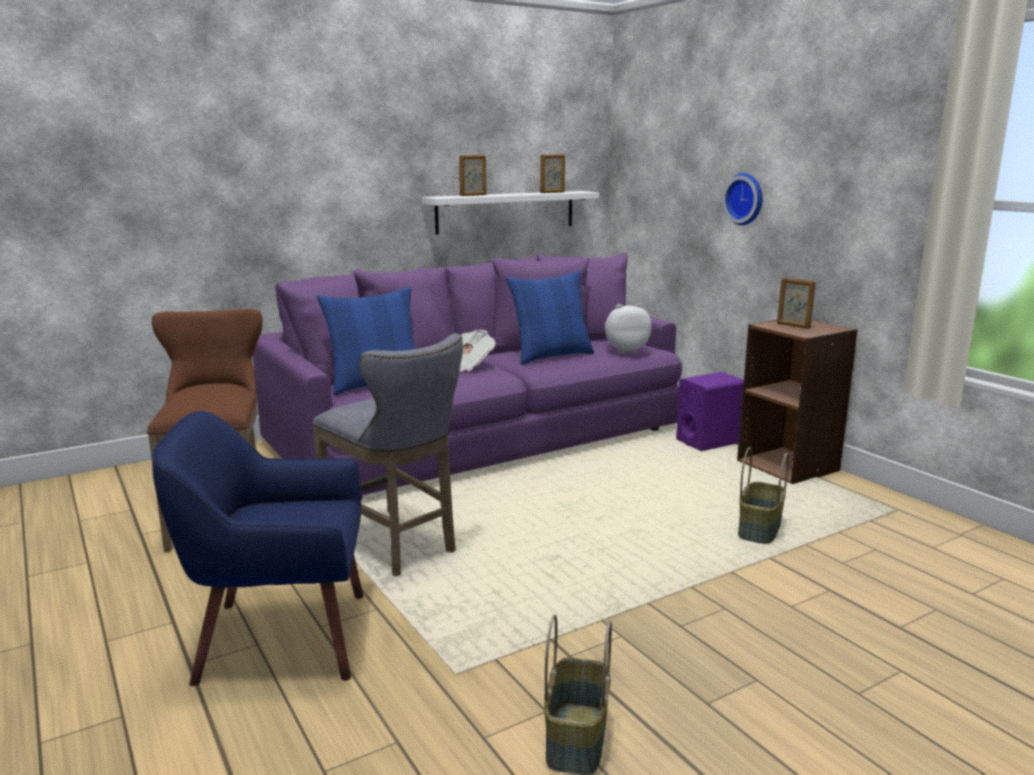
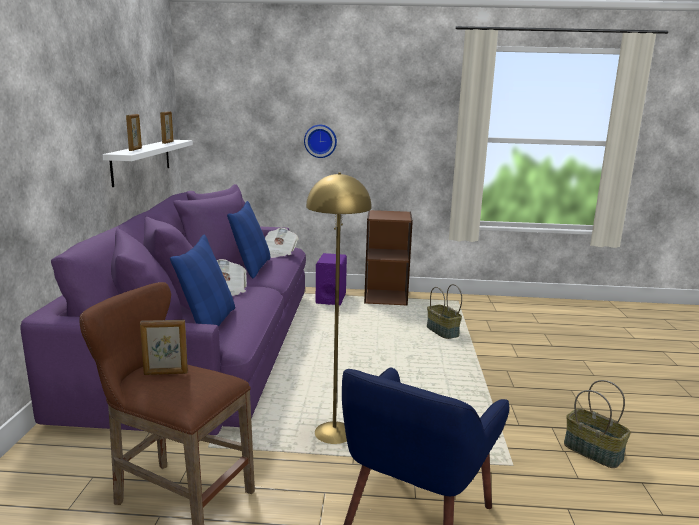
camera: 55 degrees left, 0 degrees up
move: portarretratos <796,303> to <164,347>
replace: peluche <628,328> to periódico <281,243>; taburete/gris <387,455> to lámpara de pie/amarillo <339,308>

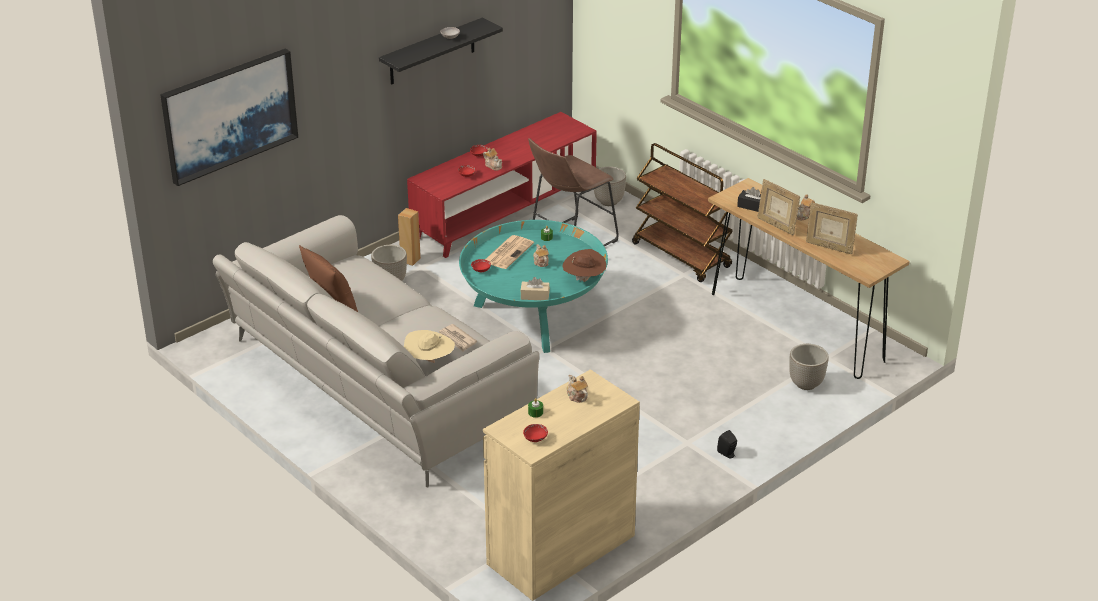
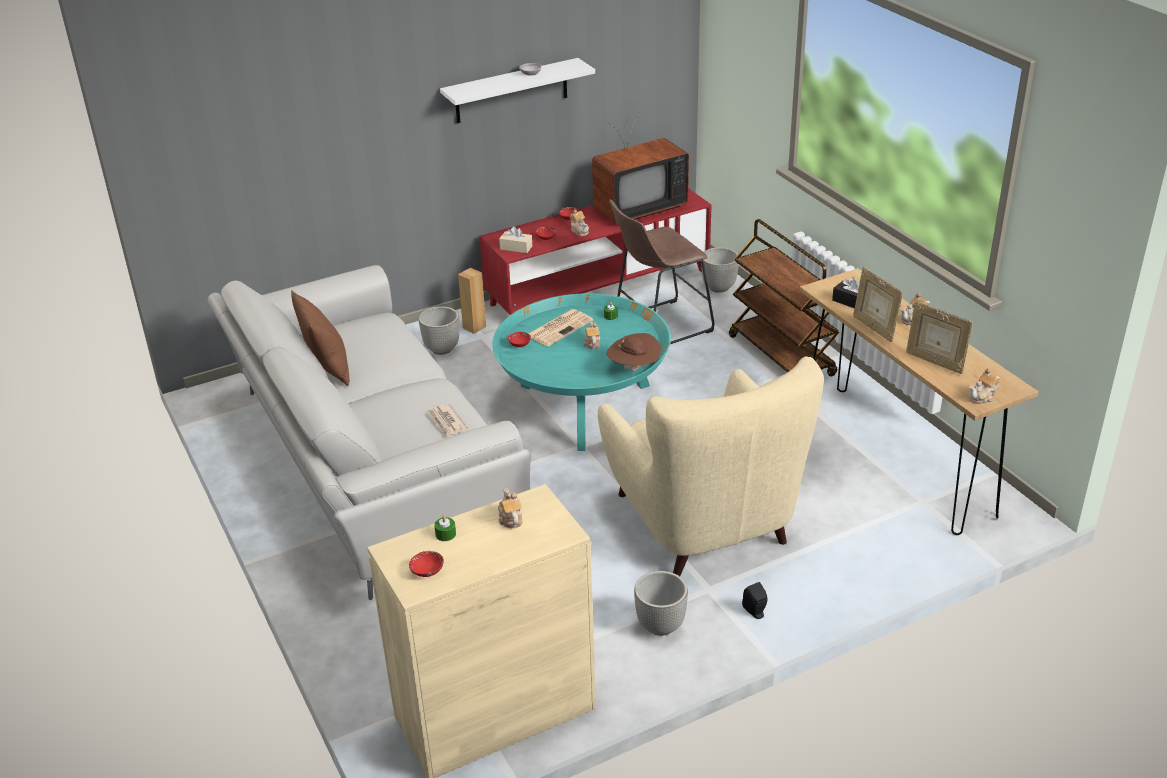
camera: 15 degrees right, 0 degrees up
delete: cuadro <229,117>; sombrero/beis <429,346>
insert: televisor <640,167>; sillón/beis <711,466>; tetera <984,386>
move: caja de pañuelos/beis <535,288> to <515,239>; maceta <809,367> to <661,603>
recolor: estante/negro <441,51> to estante/blanco <517,90>

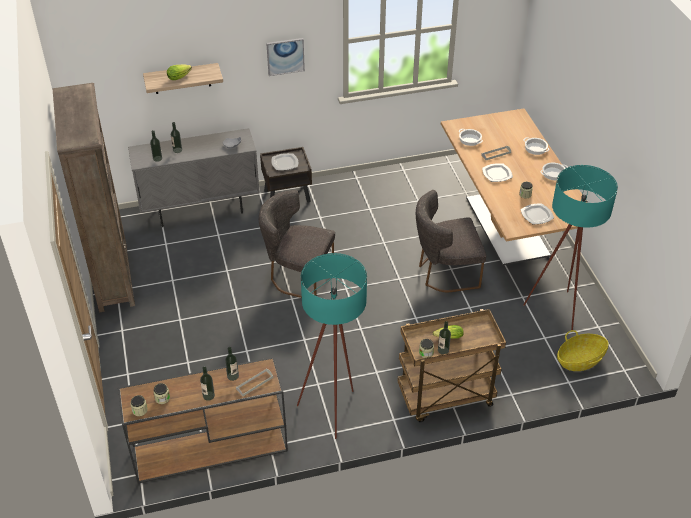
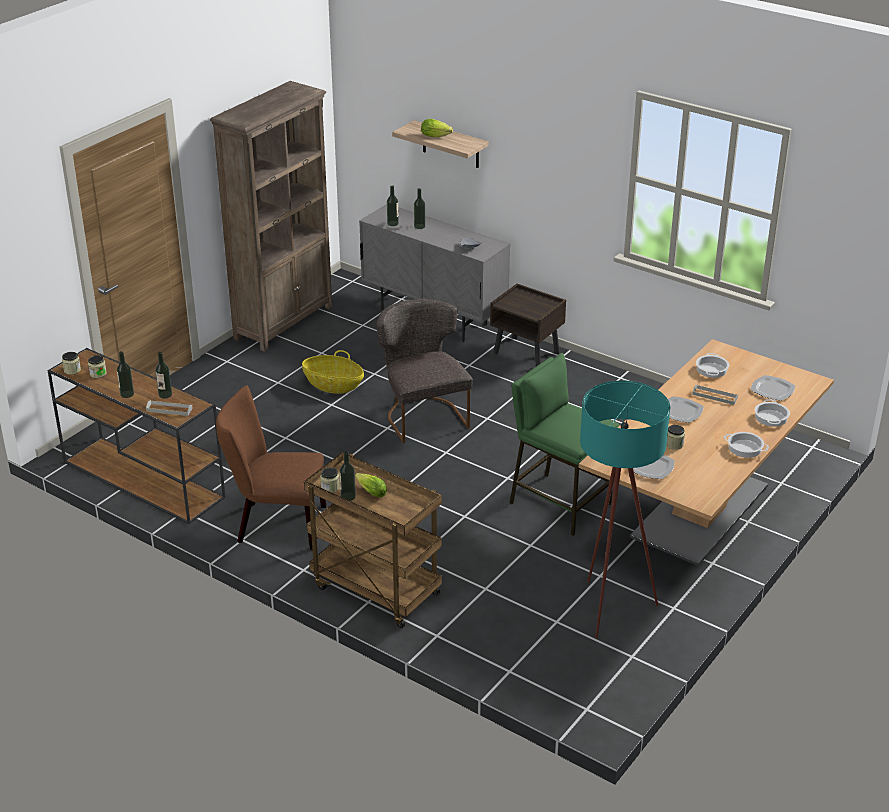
camera: 50 degrees right, 10 degrees down
delete: cuadro <285,57>
move: cesta <582,350> to <333,372>; plato <284,161> to <773,388>
replace: lámpara de pie/turquesa <332,346> to silla/marrón <271,467>; silla/gris <451,241> to taburete/verde <565,444>

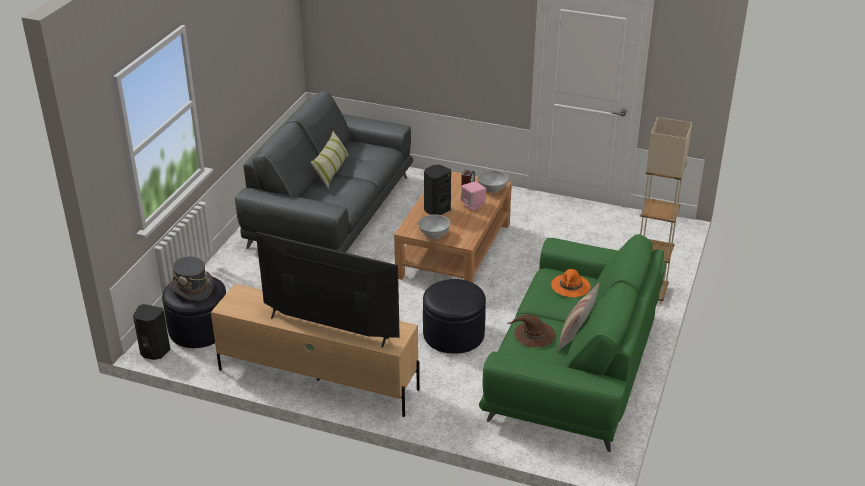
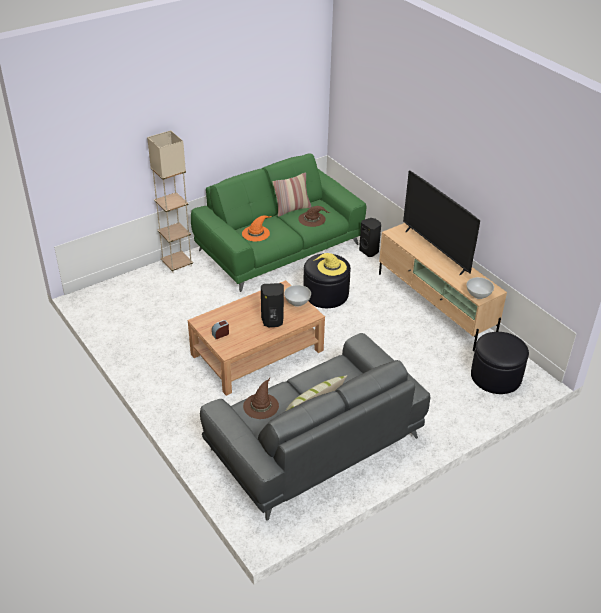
camera: 145 degrees left, 5 degrees up
delete: sombrero/gris <192,279>; altavoz/rosa <473,196>
insert: sombrero/marrón <261,398>; sombrero/amarillo <330,264>
move: altavoz/negro <151,332> to <370,237>; cuenco/blanco <493,181> to <480,288>

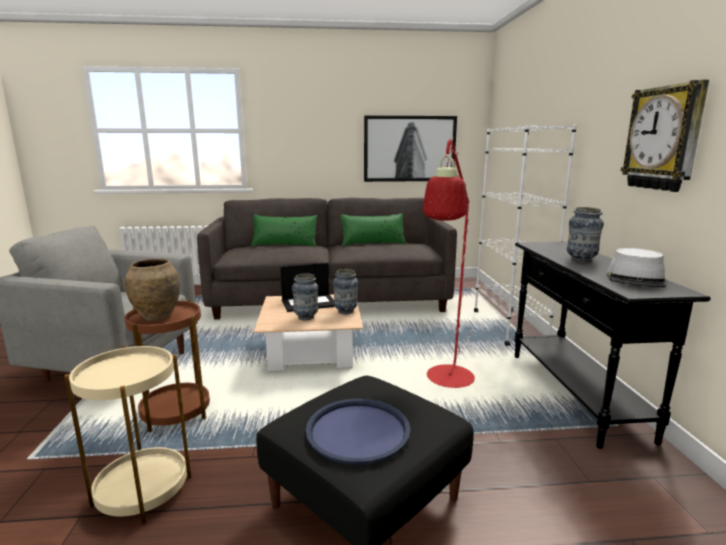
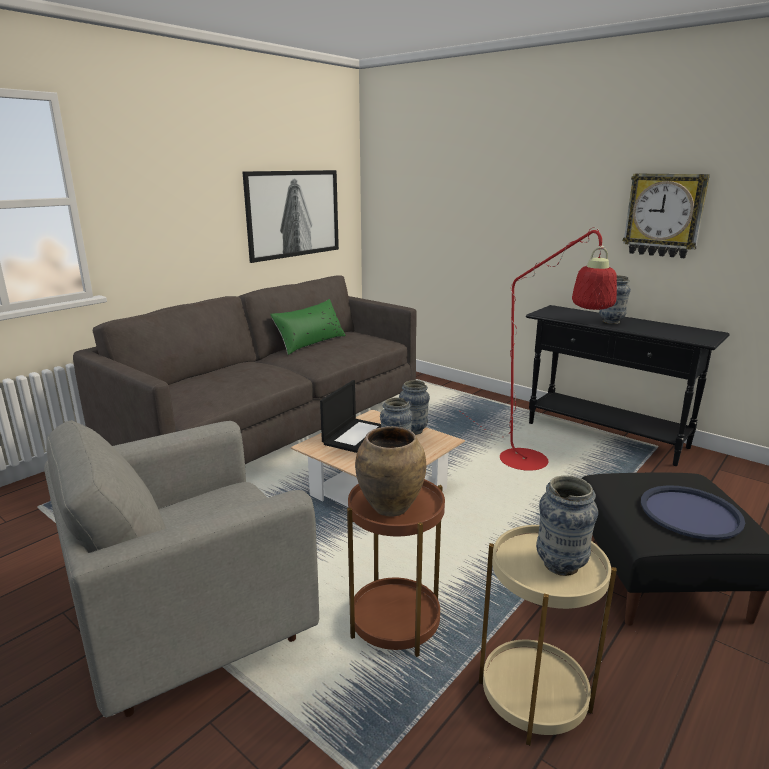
camera: 45 degrees left, 5 degrees up
delete: cojín/verde <284,231>; estantería/blanco <525,235>; sombrero/gris <636,267>
insert: florero <567,525>

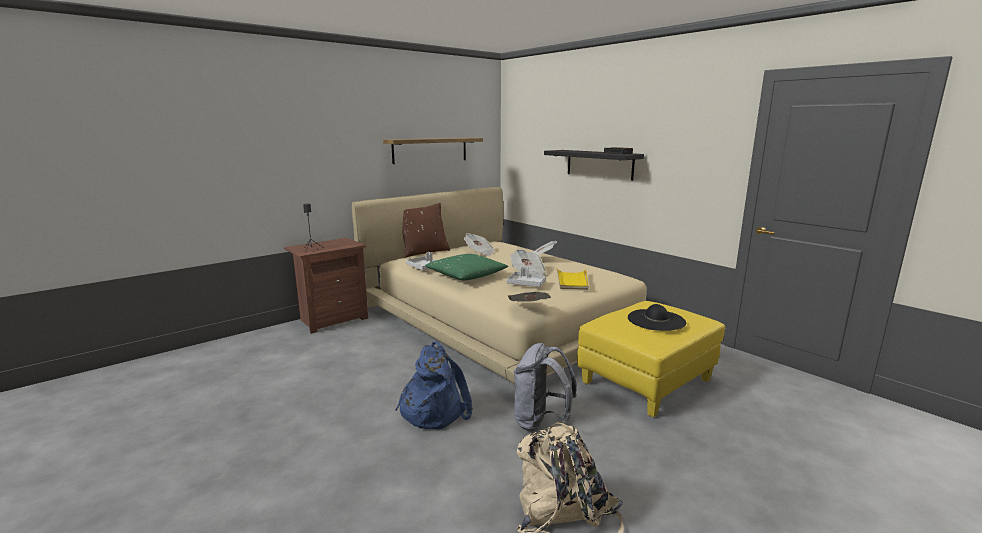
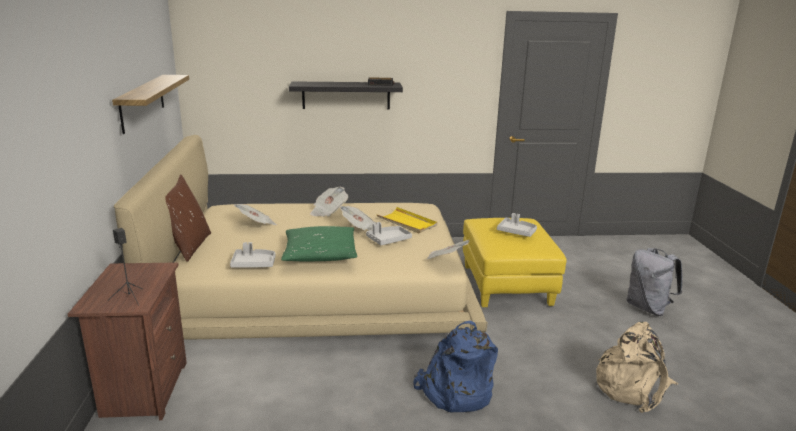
camera: 55 degrees left, 5 degrees up
move: mochila/gris <545,387> to <655,282>
replace: sombrero/negro <657,317> to bandeja/gris <517,225>

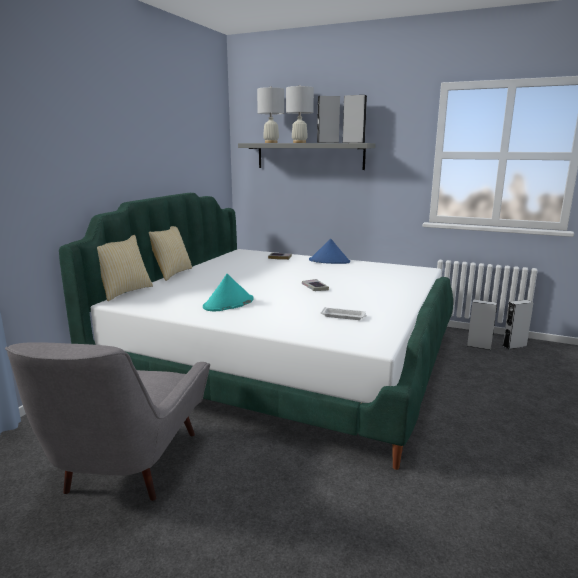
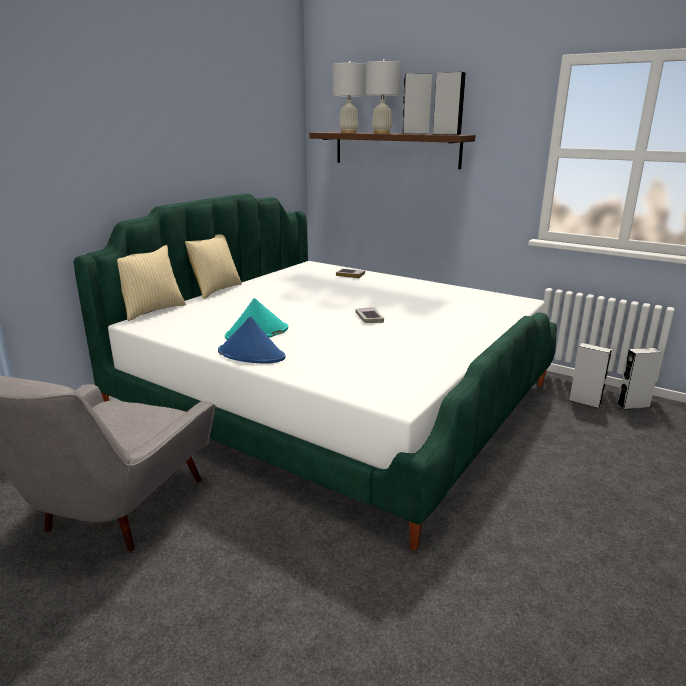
camera: 10 degrees right, 5 degrees up
delete: bandeja/blanco <344,313>
move: sombrero/azul <329,251> to <251,340>
recolor: estante/gris <307,156> to estante/marrón <392,150>

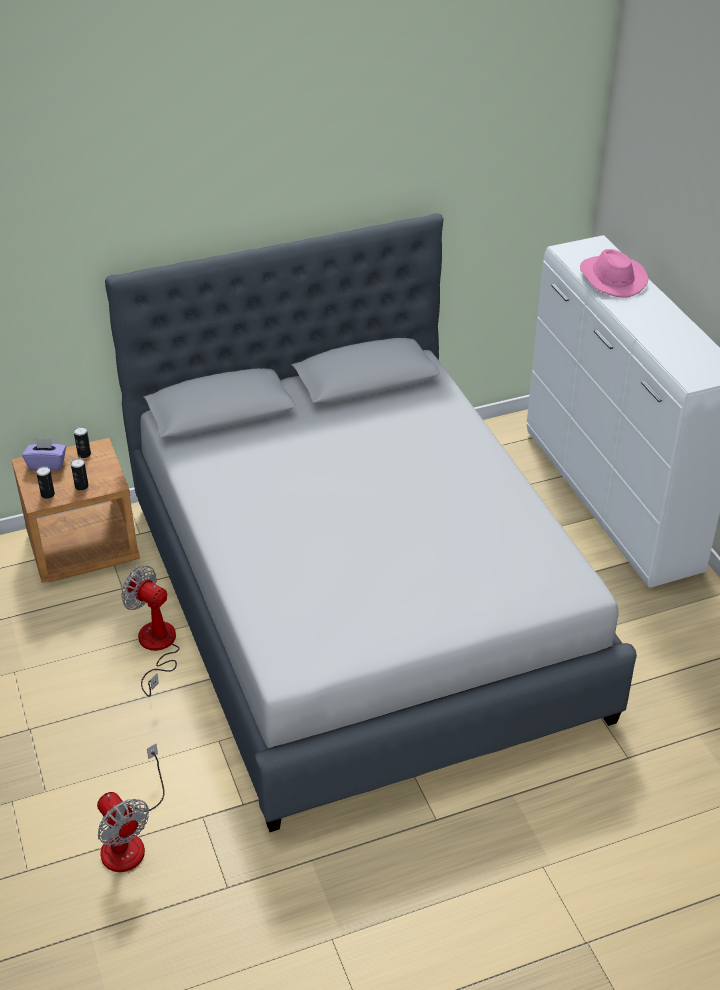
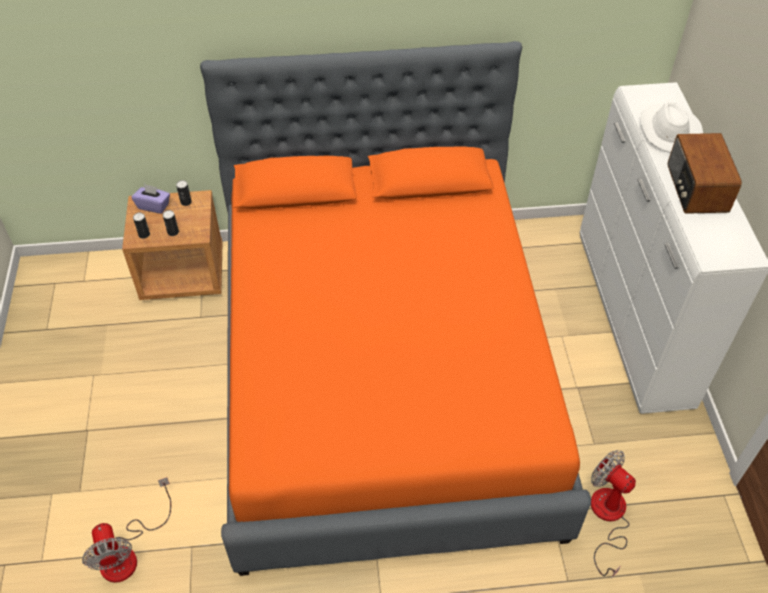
camera: 15 degrees right, 10 degrees up
insert: radio <705,173>
move: ventilador <150,631> to <613,514>
recolor: cama/gris <371,522> to cama/naranja <395,308>; sombrero/rosa <614,273> to sombrero/blanco <671,127>

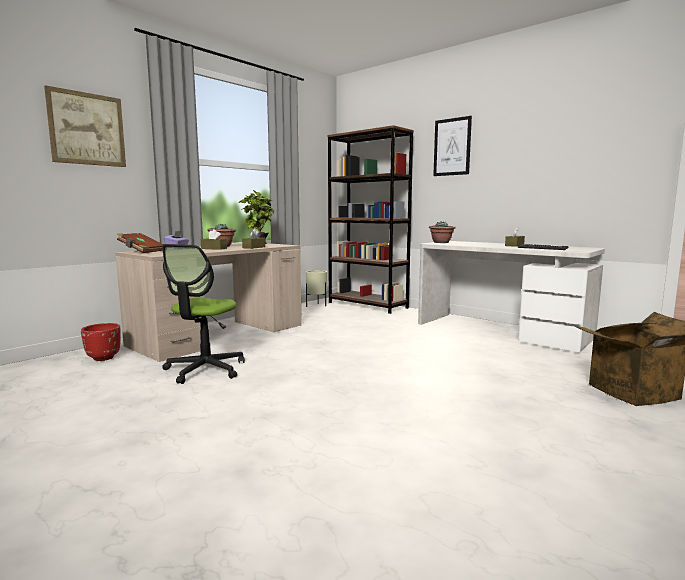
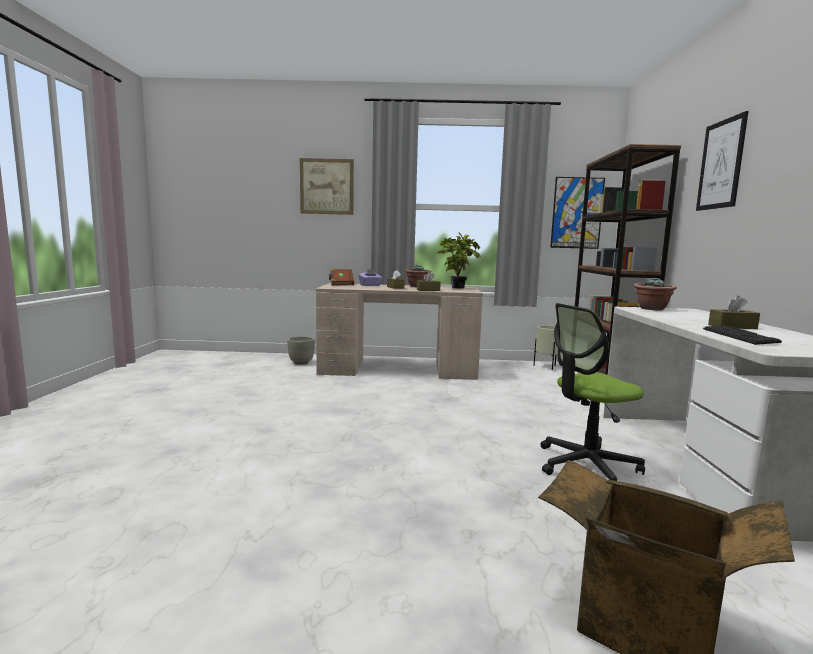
camera: 50 degrees right, 0 degrees up
insert: cuadro <577,213>
move: silla de oficina <203,314> to <592,392>
recolor: maceta/rojo <101,342> to maceta/gris <301,350>

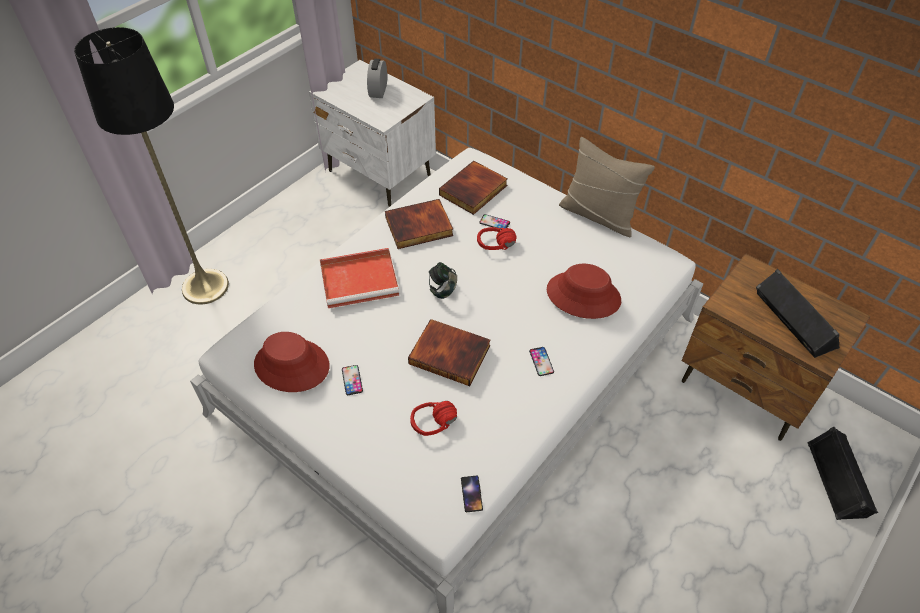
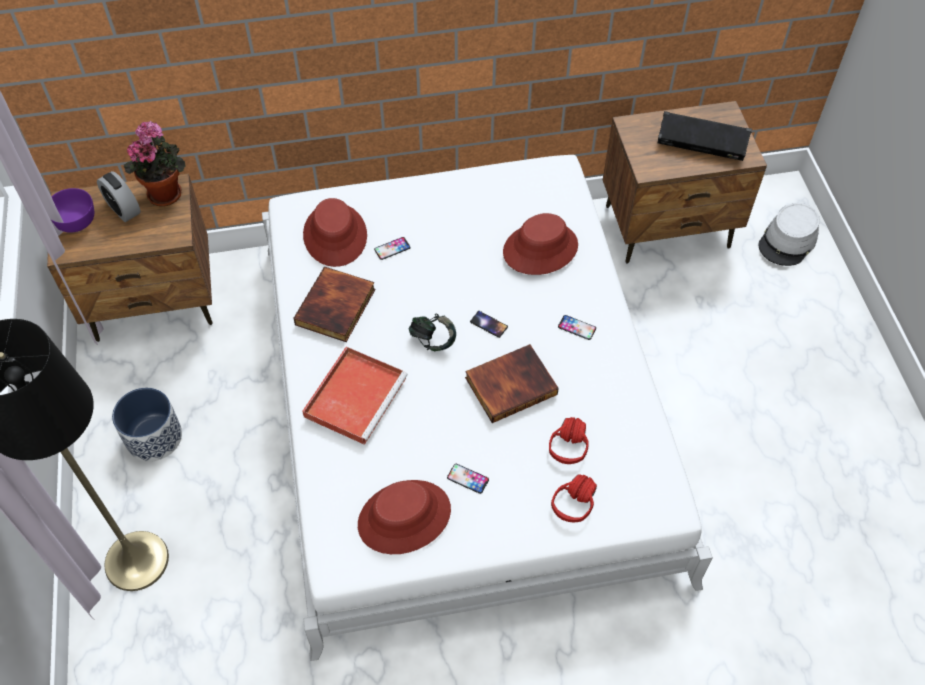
camera: 50 degrees left, 5 degrees up
delete: cojín/beis <607,187>
insert: cuenco/morado <72,210>; maceta <147,425>; planta en maceta <154,163>
move: móvil <472,494> to <489,324>; auriculares/rojo <497,238> to <574,498>
replace: libro <473,188> to sombrero/rojo <335,232>; altavoz/negro <842,473> to sombrero/gris <789,234>
recolor: mesita de noche/blanco <372,133> to mesita de noche/marrón <129,257>

